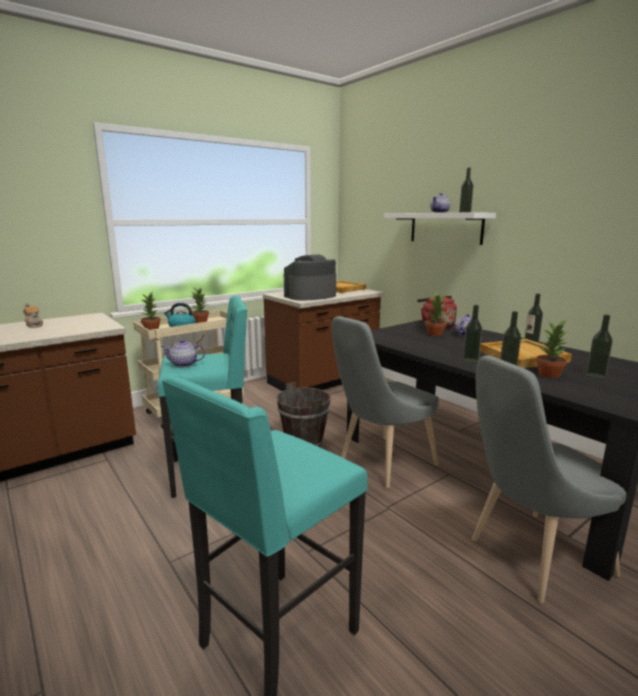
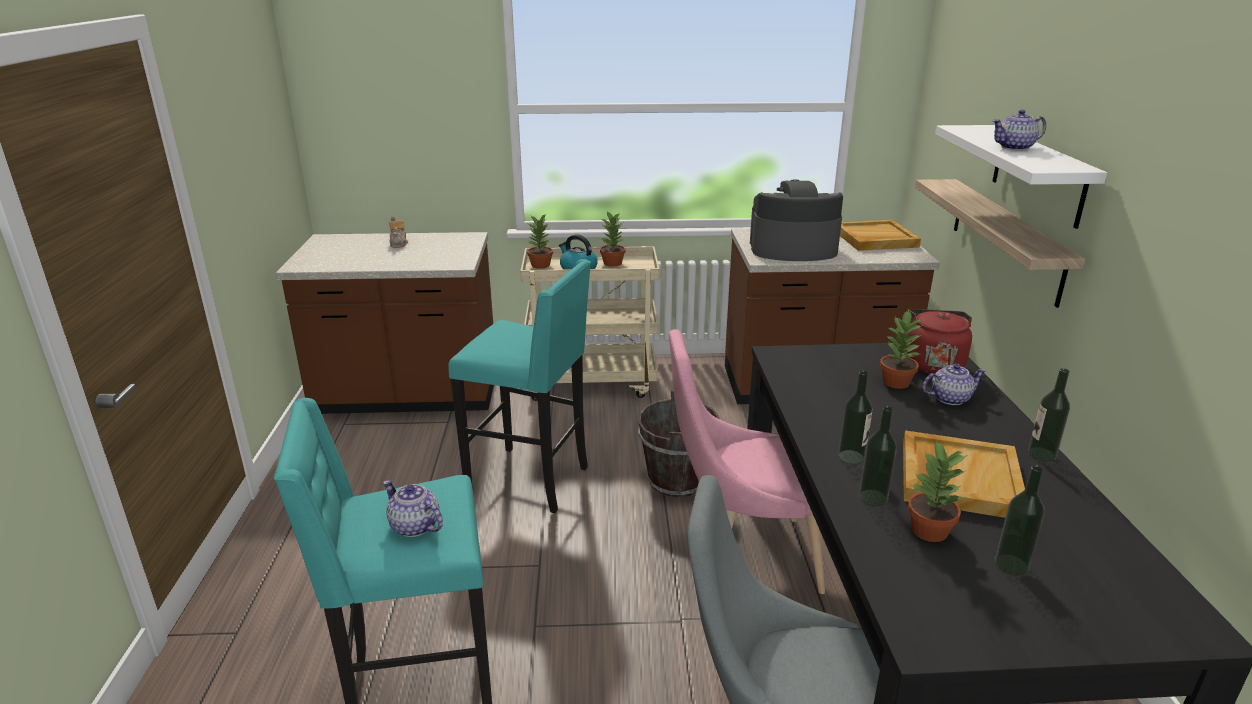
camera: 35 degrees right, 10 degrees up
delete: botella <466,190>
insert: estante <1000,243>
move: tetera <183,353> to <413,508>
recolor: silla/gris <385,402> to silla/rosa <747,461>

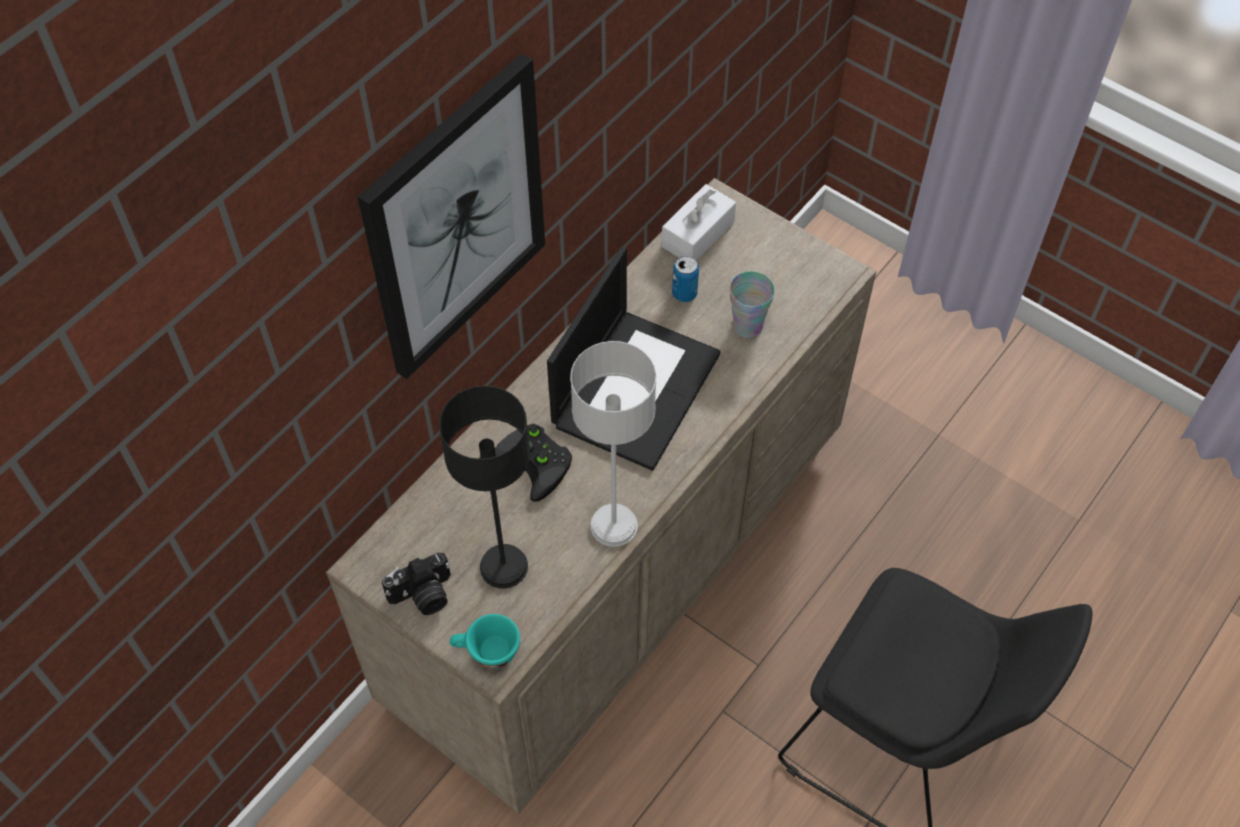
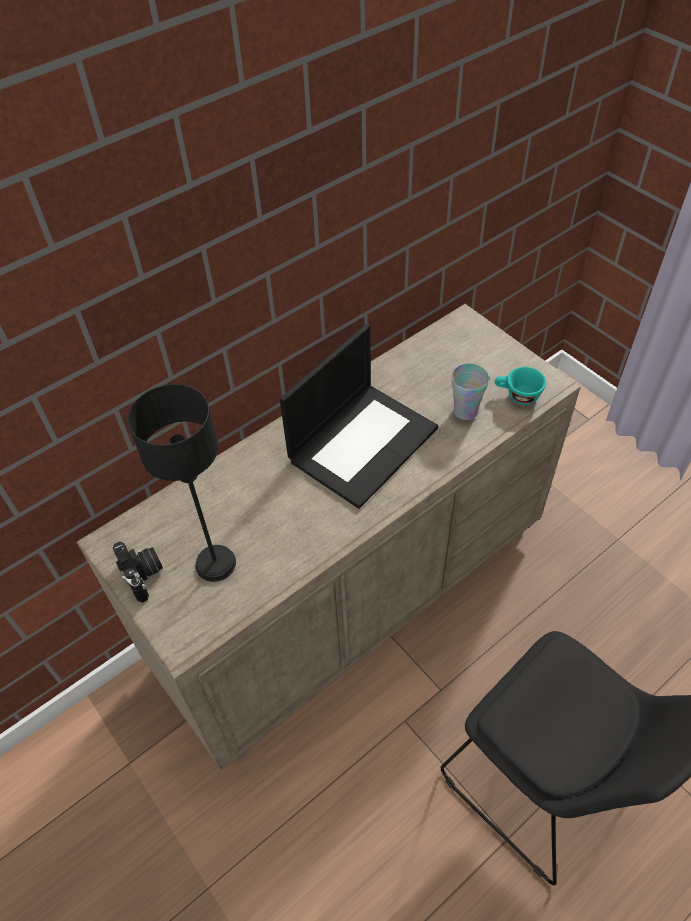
camera: 15 degrees right, 5 degrees down
delete: cuadro <451,216>; mando de consola/negro <533,463>; lámpara de mesa/gris <613,444>; caja de pañuelos/blanco <698,222>; lata <685,279>
move: taza/turquesa <485,641> to <520,386>
rotate: cámara <416,584> = <138,572> 105 degrees counterclockwise

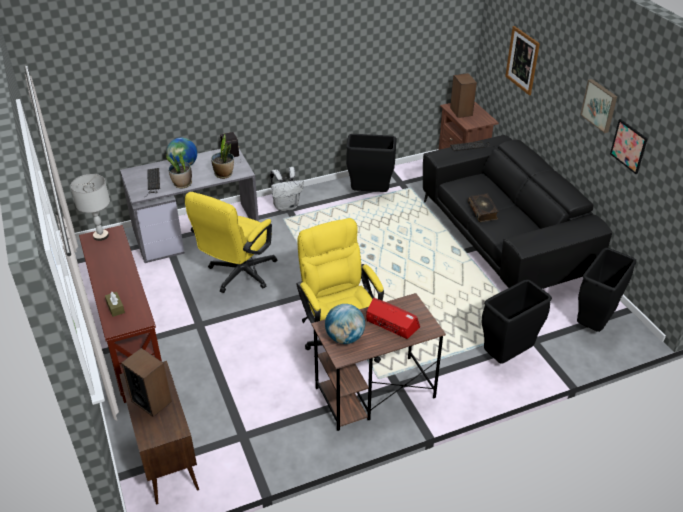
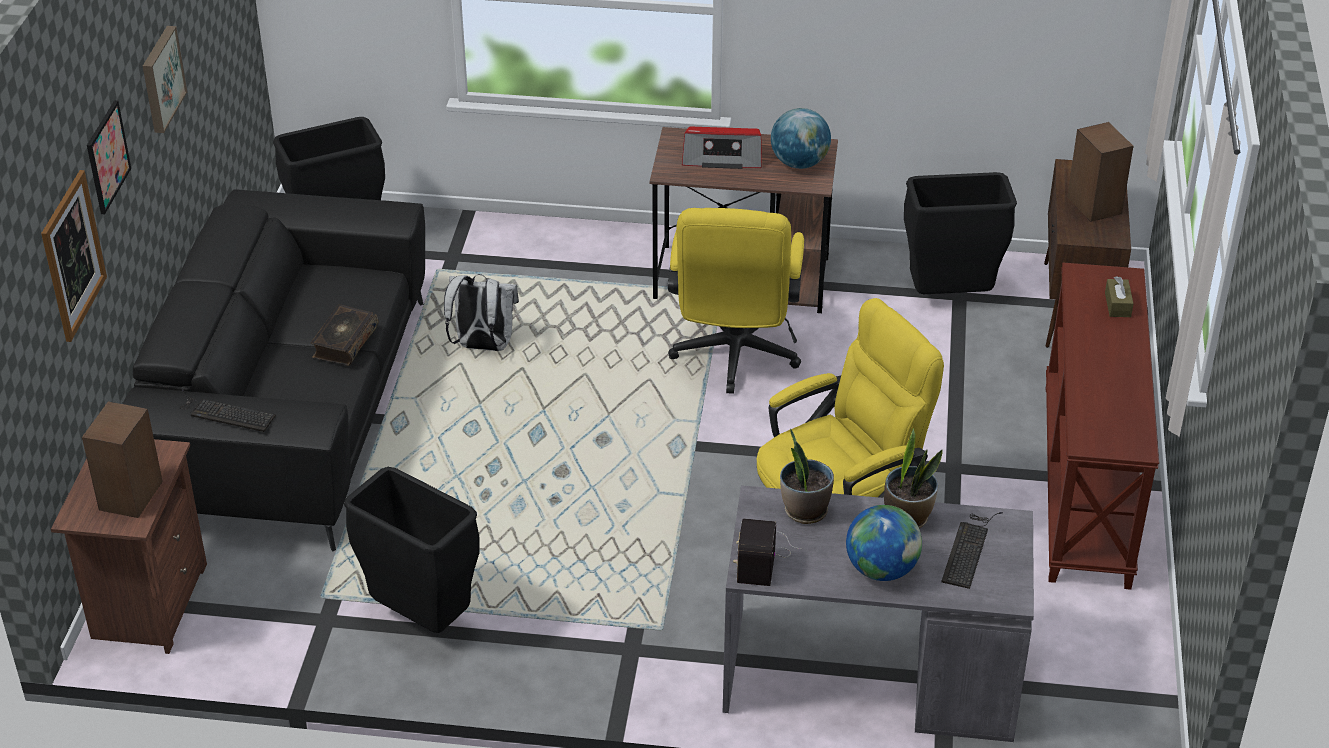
camera: 150 degrees left, 0 degrees up
delete: lámpara de mesa/gris <90,207>
move: cuadro <629,146> to <109,157>; mochila/blanco <287,189> to <481,312>; papelera/negro <516,322> to <960,233>
rotate: radio <393,318> = <722,148> 60 degrees counterclockwise

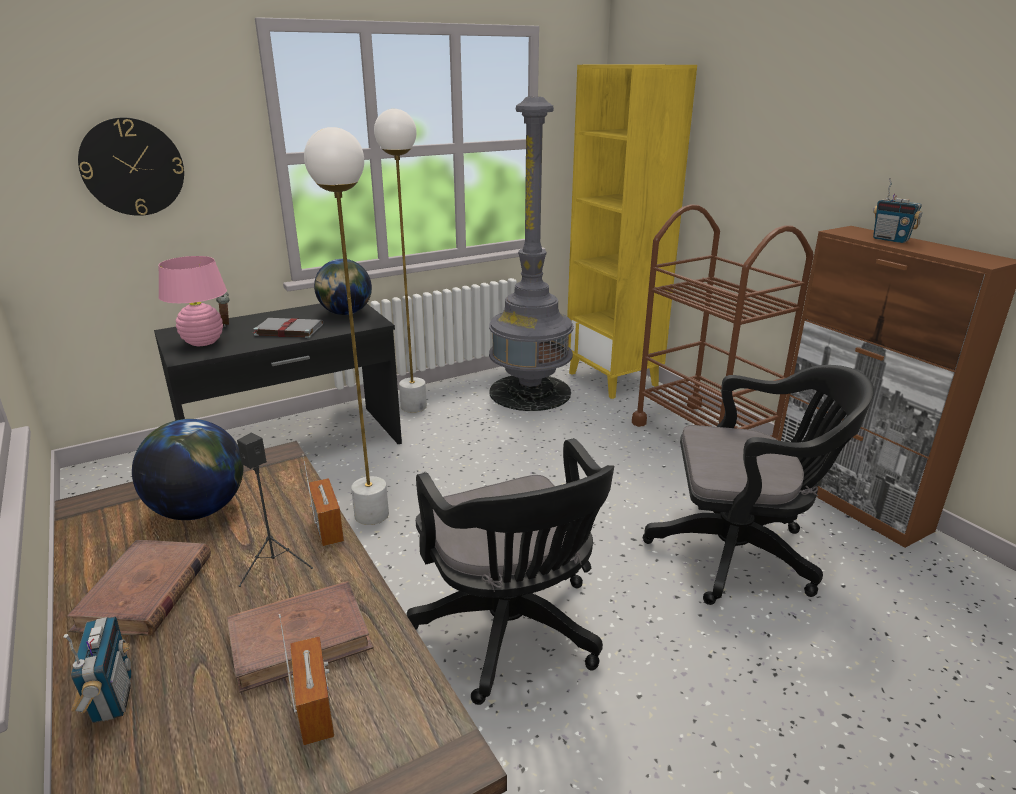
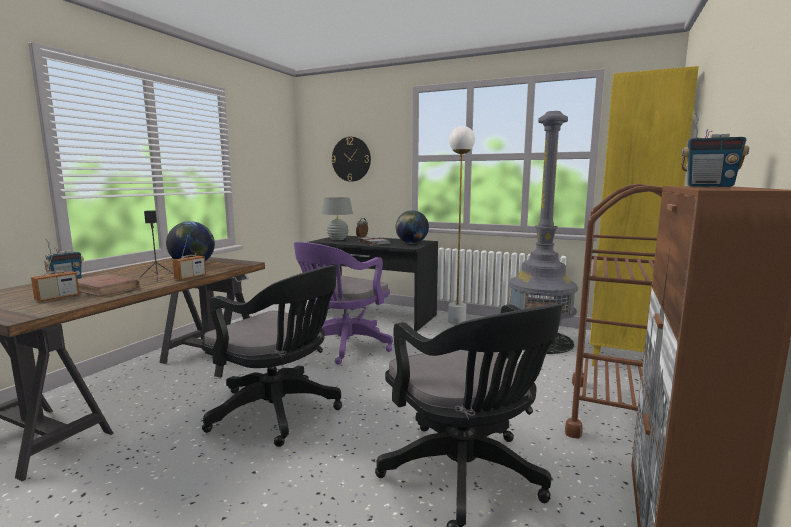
camera: 55 degrees right, 15 degrees down
delete: libro/marrón <139,588>
replace: lámpara de pie/blanco <346,326> to silla de oficina/morado <343,303>
recolor: lámpara de mesa/rosa <193,301> to lámpara de mesa/gris <337,218>
rotate: silla de oficina/negro <510,571> = <272,356> 90 degrees counterclockwise; radio <897,210> = <715,149> 75 degrees counterclockwise

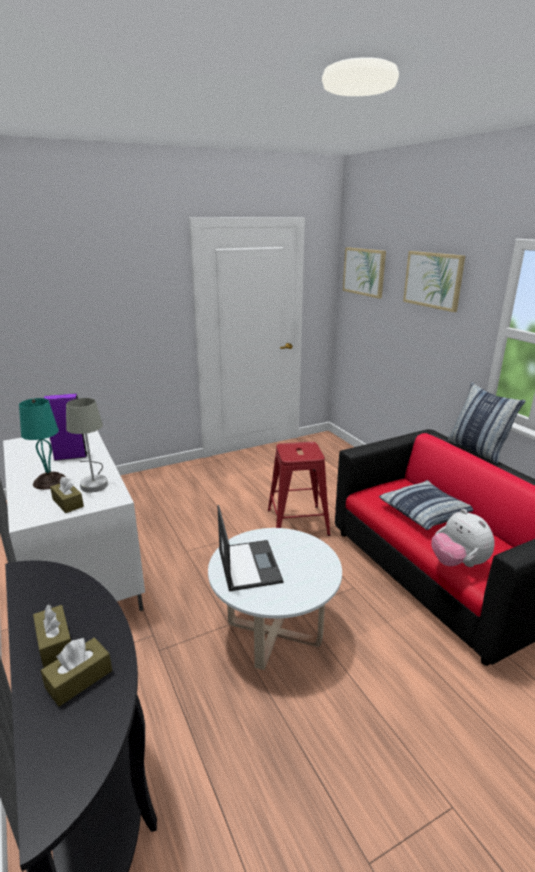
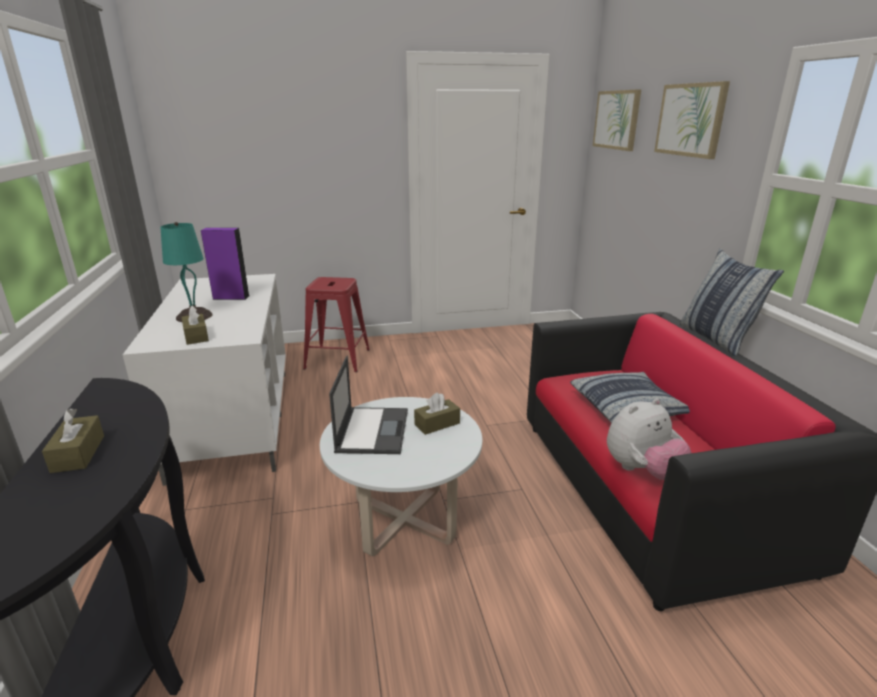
camera: 15 degrees right, 0 degrees up
delete: lámpara de mesa/gris <87,445>
move: taburete/rojo <299,489> to <336,324>; caja de pañuelos/marrón <76,672> to <437,413>
rotate: peluche <463,538> = <649,439> 105 degrees counterclockwise

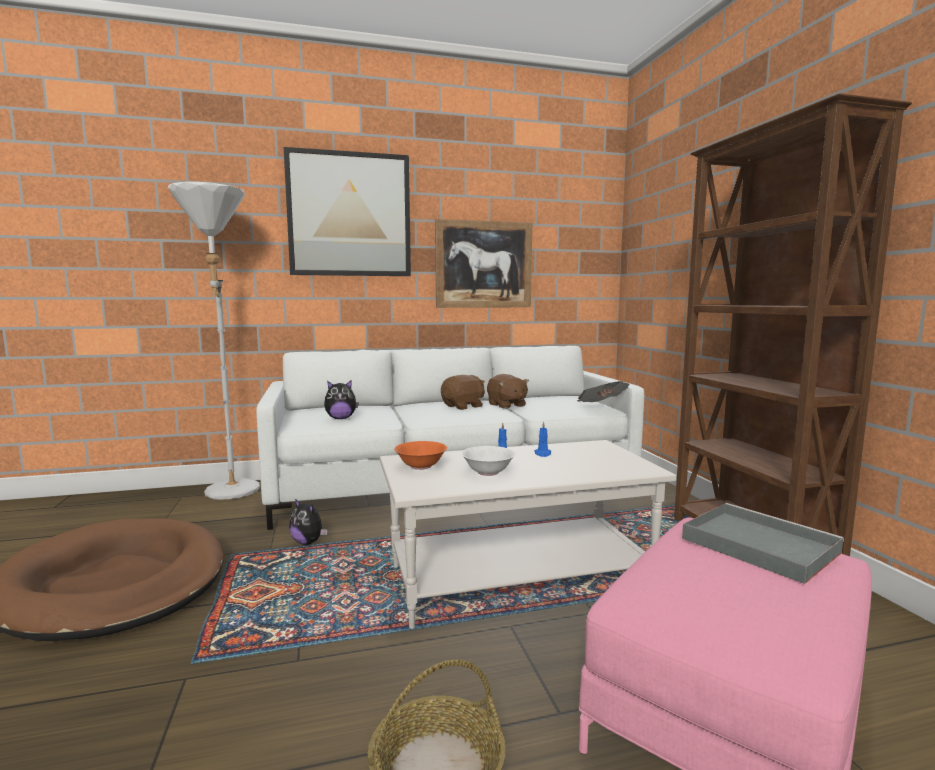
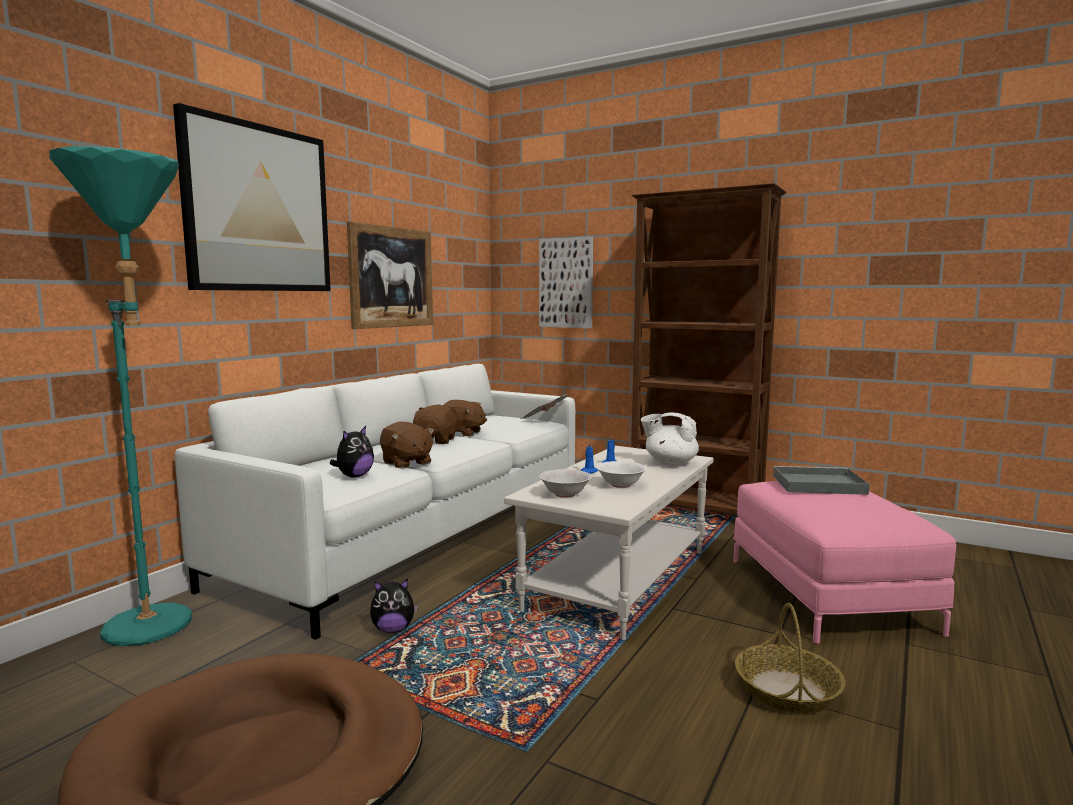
camera: 45 degrees left, 0 degrees up
insert: peluche/marrón <407,445>; cuadro <566,282>; tetera/blanco <670,439>
recolor: lámpara de pie/blanco <214,341> to lámpara de pie/turquesa <121,396>; cuenco/naranja <420,455> to cuenco/blanco <565,483>

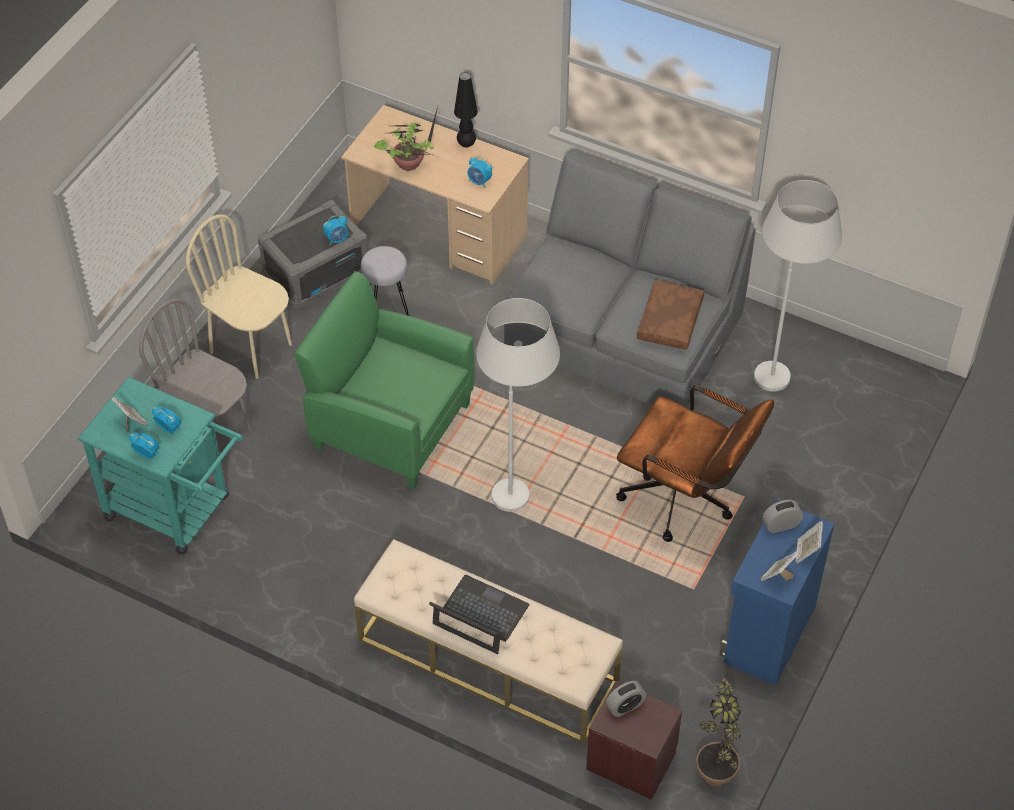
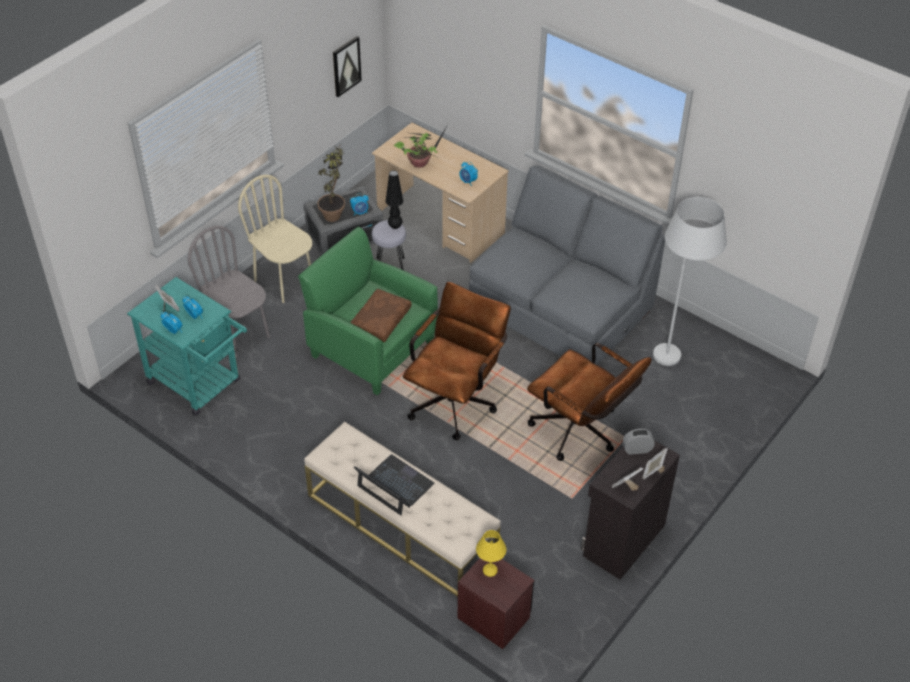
camera: 10 degrees right, 5 degrees down
insert: cuadro <347,66>
move: planta en maceta <718,728> to <331,182>; cojín/marrón <670,315> to <381,315>; lámpara de mesa/negro <466,110> to <394,199>
replace: lámpara de pie/blanco <518,405> to silla de oficina/marrón <457,361>; despertador <626,699> to lámpara de mesa/amarillo <491,553>
recolor: armario/azul <777,593> to armario/negro <630,510>

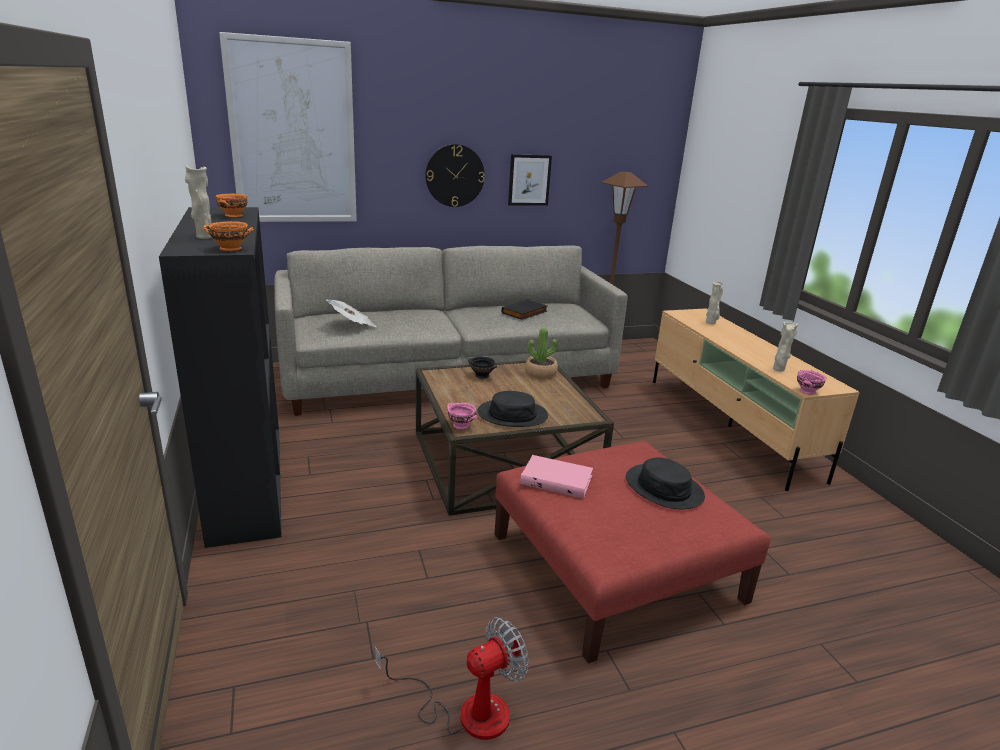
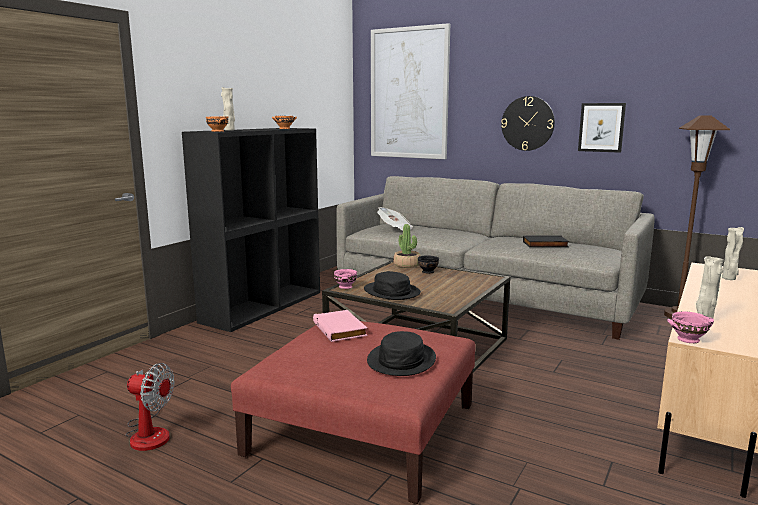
camera: 50 degrees right, 10 degrees down
move: planta en maceta <541,353> to <407,246>

